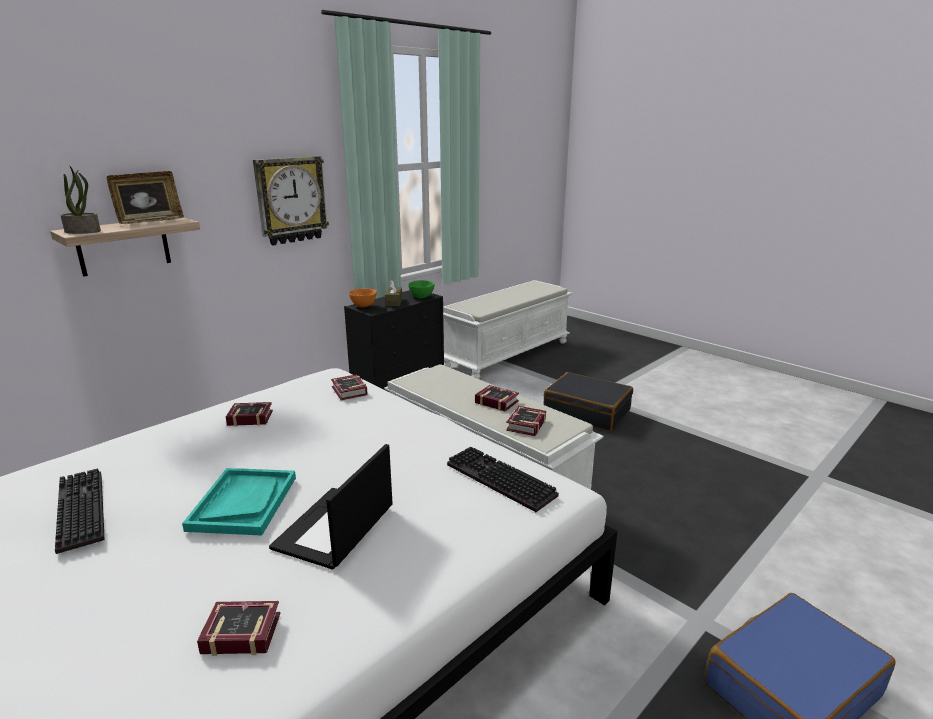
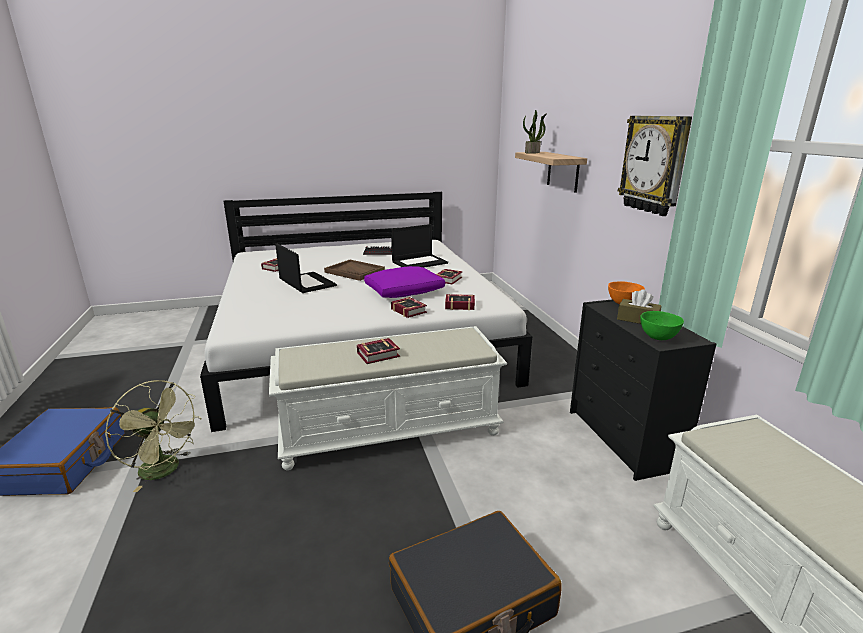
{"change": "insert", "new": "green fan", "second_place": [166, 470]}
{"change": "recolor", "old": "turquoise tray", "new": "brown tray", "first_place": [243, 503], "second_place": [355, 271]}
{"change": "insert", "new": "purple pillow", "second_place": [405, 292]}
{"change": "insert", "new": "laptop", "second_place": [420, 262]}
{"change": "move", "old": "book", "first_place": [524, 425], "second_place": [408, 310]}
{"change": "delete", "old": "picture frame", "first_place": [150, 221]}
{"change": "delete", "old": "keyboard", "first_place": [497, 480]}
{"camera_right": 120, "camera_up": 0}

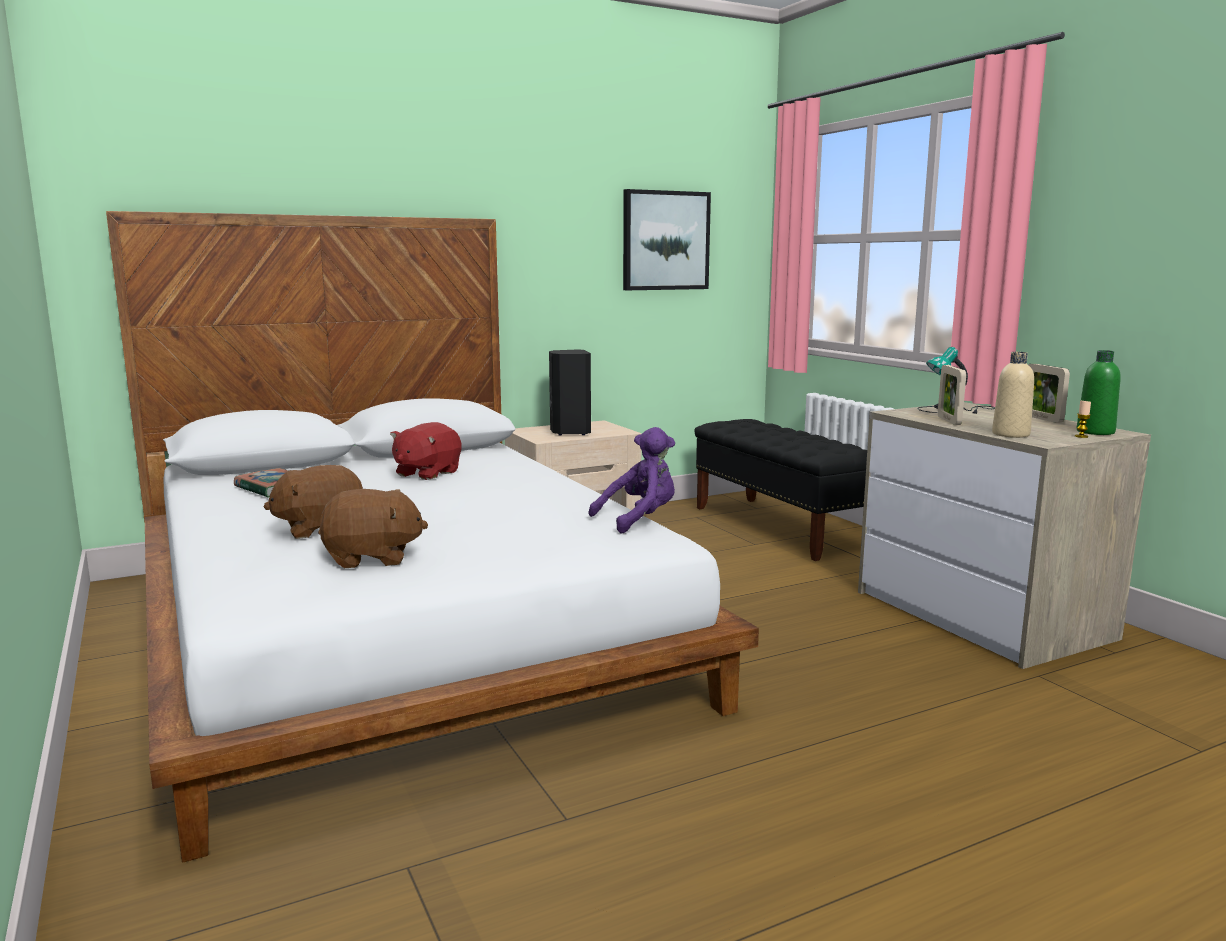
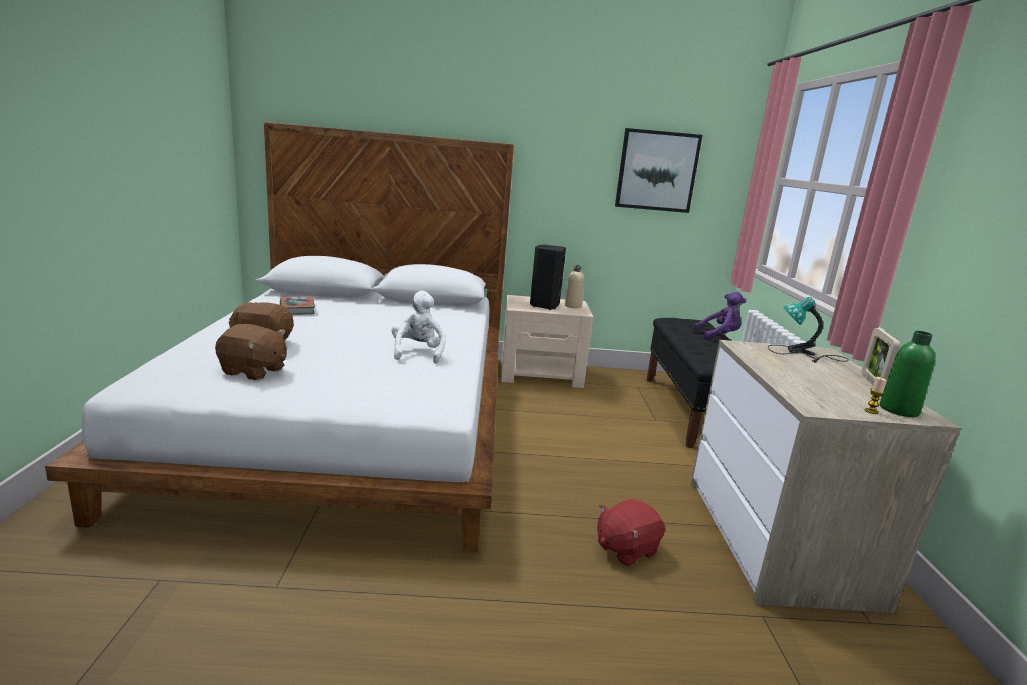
{"change": "insert", "new": "white plush toy", "second_place": [418, 353]}
{"change": "move", "old": "beige bottle", "first_place": [1010, 434], "second_place": [573, 306]}
{"change": "move", "old": "red plush toy", "first_place": [426, 473], "second_place": [625, 549]}
{"change": "move", "old": "purple plush toy", "first_place": [639, 519], "second_place": [719, 336]}
{"change": "delete", "old": "picture frame", "first_place": [949, 420]}
{"camera_right": 25, "camera_up": 5}

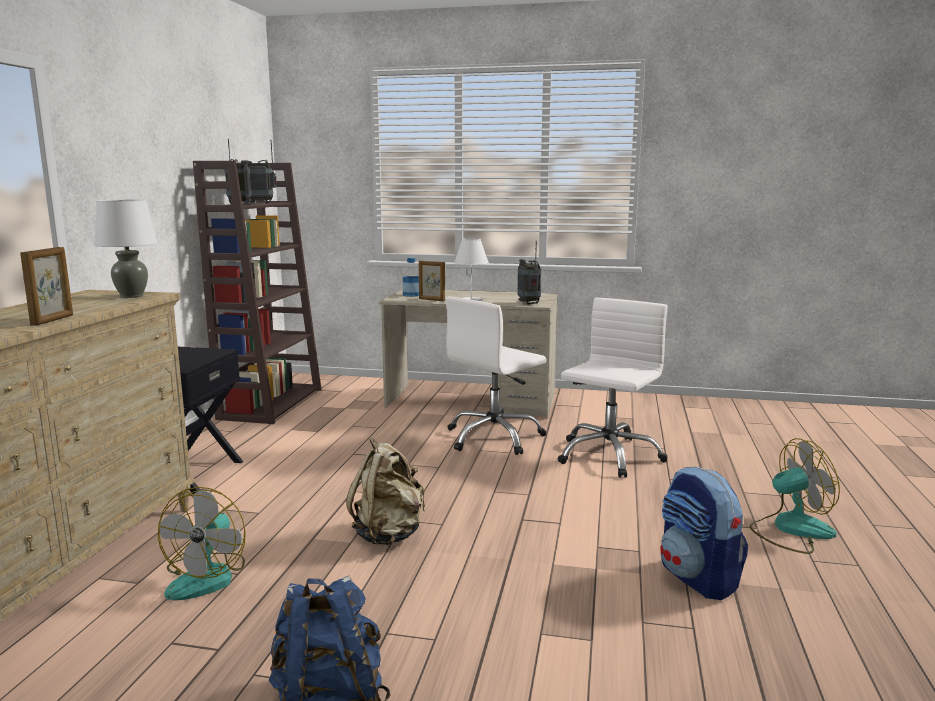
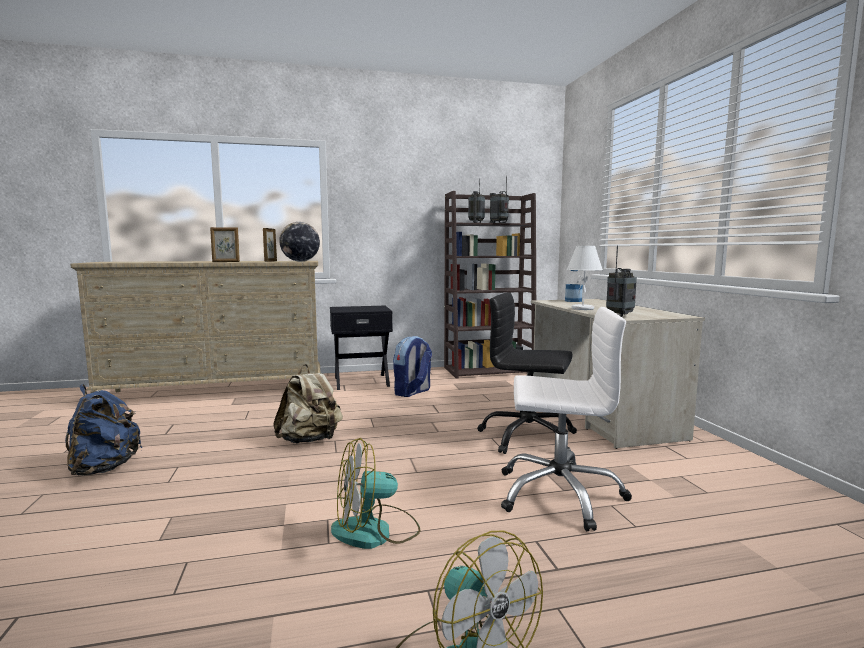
{"change": "move", "old": "picture frame", "first_place": [431, 300], "second_place": [270, 261]}
{"change": "replace", "old": "white table lamp", "new": "globe", "first_place": [132, 296], "second_place": [300, 261]}
{"change": "move", "old": "fan", "first_place": [208, 576], "second_place": [375, 531]}
{"change": "move", "old": "backpack", "first_place": [698, 578], "second_place": [412, 392]}
{"change": "recolor", "old": "white office chair", "new": "black office chair", "first_place": [494, 437], "second_place": [527, 437]}
{"camera_right": 65, "camera_up": -5}

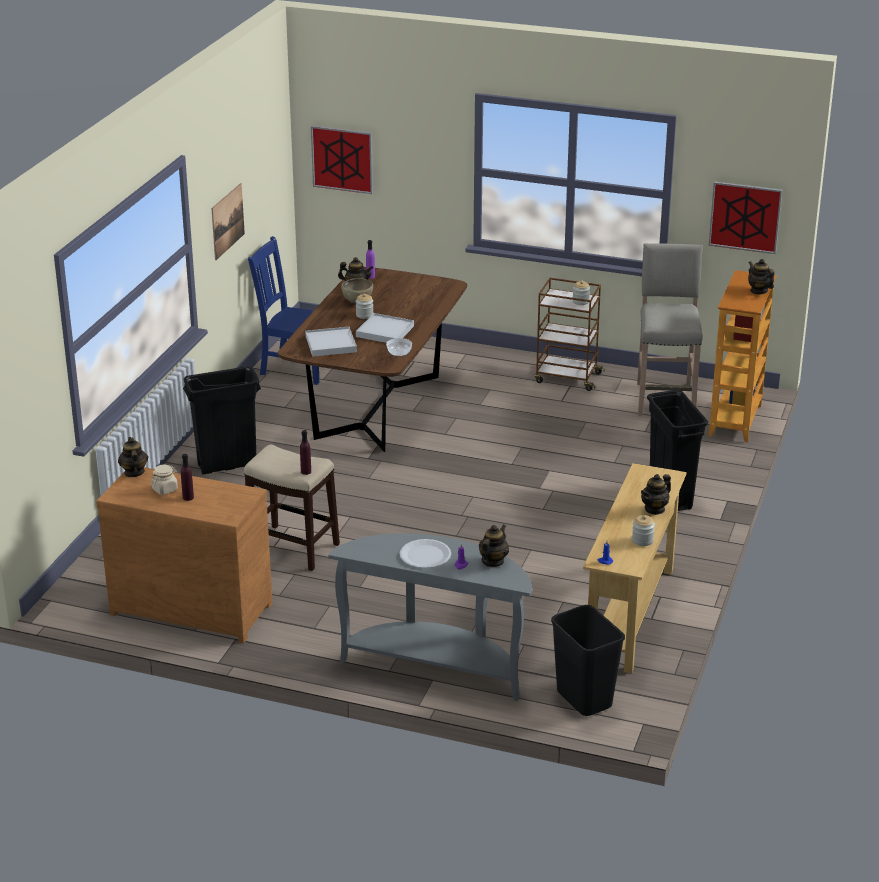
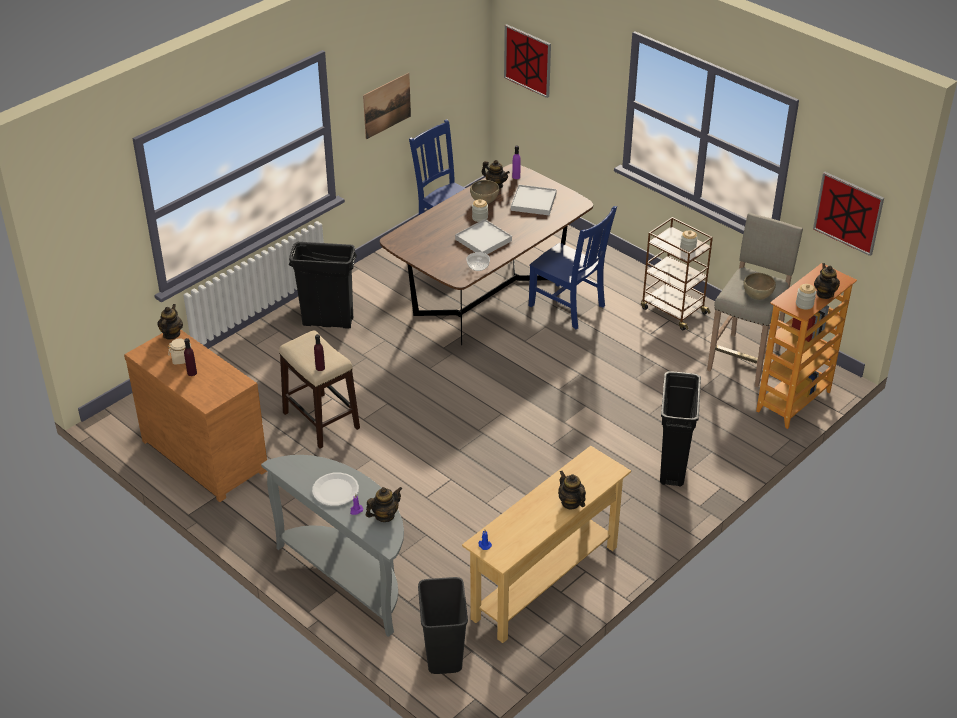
{"change": "move", "old": "white tray", "first_place": [331, 344], "second_place": [533, 202]}
{"change": "insert", "new": "blue chair", "second_place": [569, 307]}
{"change": "rotate", "old": "teapot", "first_place": [655, 509], "second_place": [571, 502], "degrees": 75}
{"change": "insert", "new": "brown bowl", "second_place": [757, 297]}
{"change": "move", "old": "jar", "first_place": [642, 540], "second_place": [804, 304]}
{"camera_right": 25, "camera_up": 10}

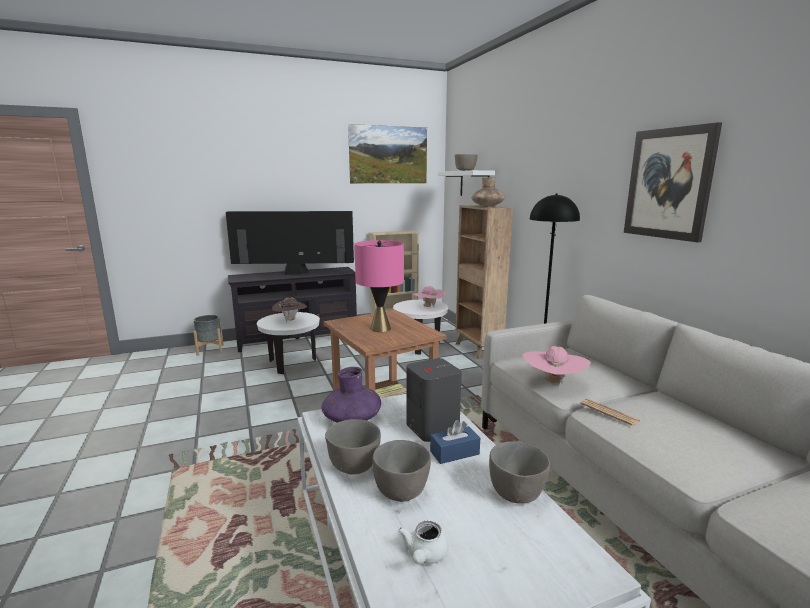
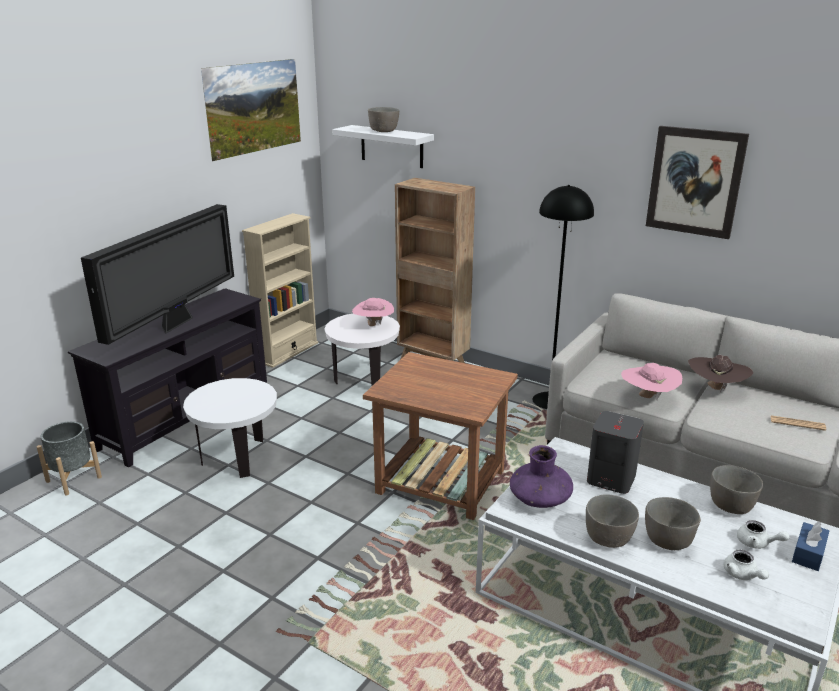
{"change": "rotate", "old": "television", "first_place": [294, 274], "second_place": [177, 323], "degrees": 150}
{"change": "move", "old": "brown hat", "first_place": [290, 320], "second_place": [716, 389]}
{"change": "insert", "new": "white teapot", "second_place": [757, 543]}
{"change": "move", "old": "newspaper", "first_place": [609, 412], "second_place": [797, 423]}
{"change": "move", "old": "blue tissue box", "first_place": [454, 453], "second_place": [808, 553]}
{"change": "delete", "old": "pink table lamp", "first_place": [380, 328]}
{"change": "delete", "old": "brown vase", "first_place": [487, 206]}
{"camera_right": -35, "camera_up": 10}

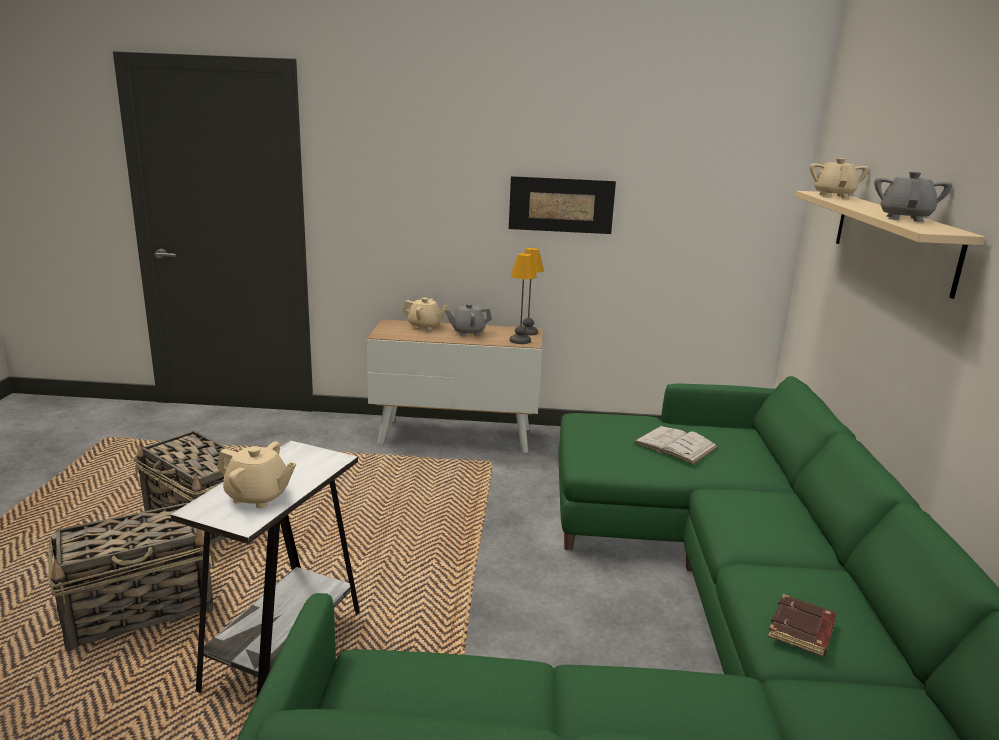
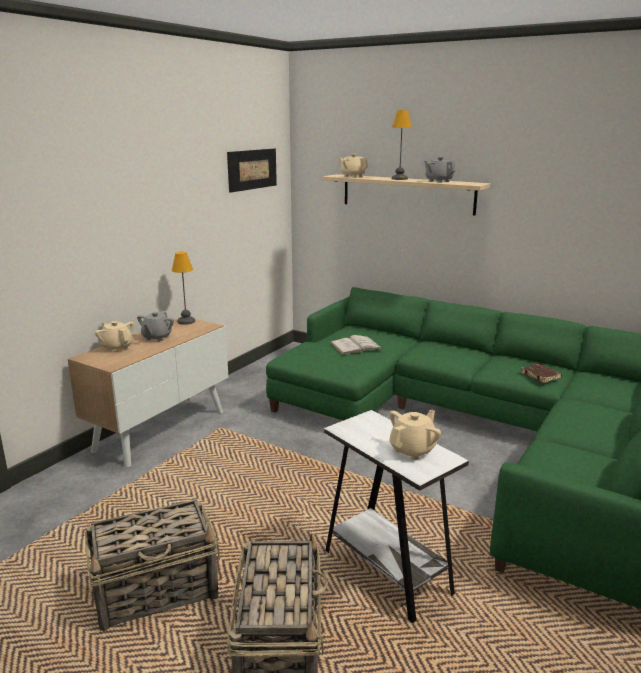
{"change": "rotate", "old": "beige teapot", "first_place": [425, 326], "second_place": [117, 347], "degrees": -90}
{"change": "move", "old": "picture", "first_place": [561, 205], "second_place": [252, 169]}
{"change": "move", "old": "table lamp", "first_place": [519, 340], "second_place": [399, 179]}
{"camera_right": -60, "camera_up": 0}

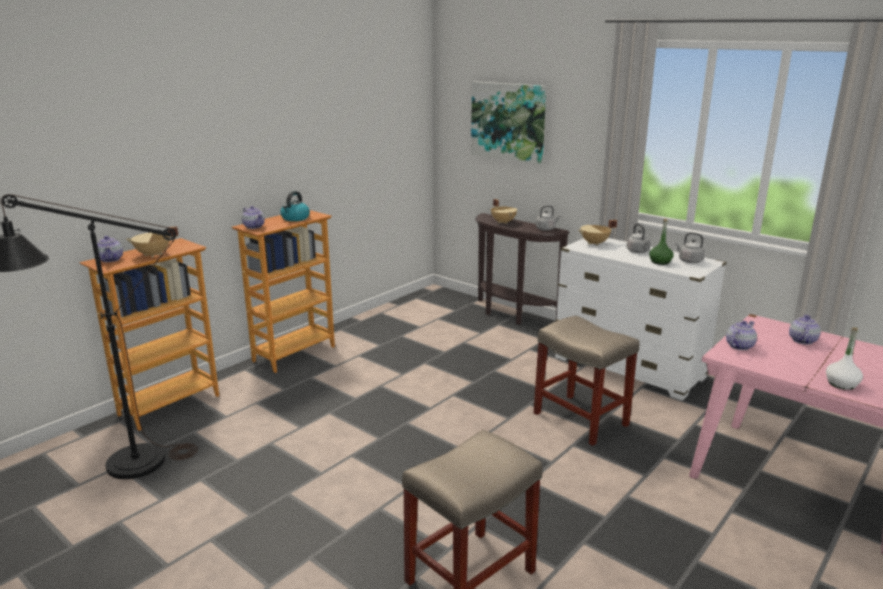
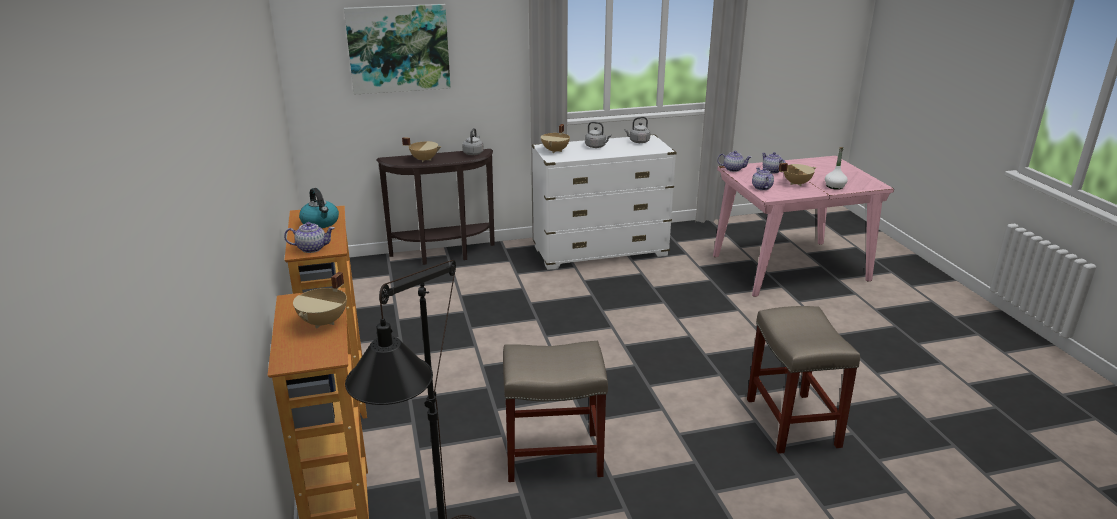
{"change": "move", "old": "beige stool", "first_place": [582, 419], "second_place": [555, 455]}
{"change": "move", "old": "teapot", "first_place": [111, 259], "second_place": [733, 169]}
{"change": "insert", "new": "beige cooking pot", "second_place": [796, 183]}
{"change": "delete", "old": "green bottle", "first_place": [660, 262]}
{"camera_right": -55, "camera_up": 5}

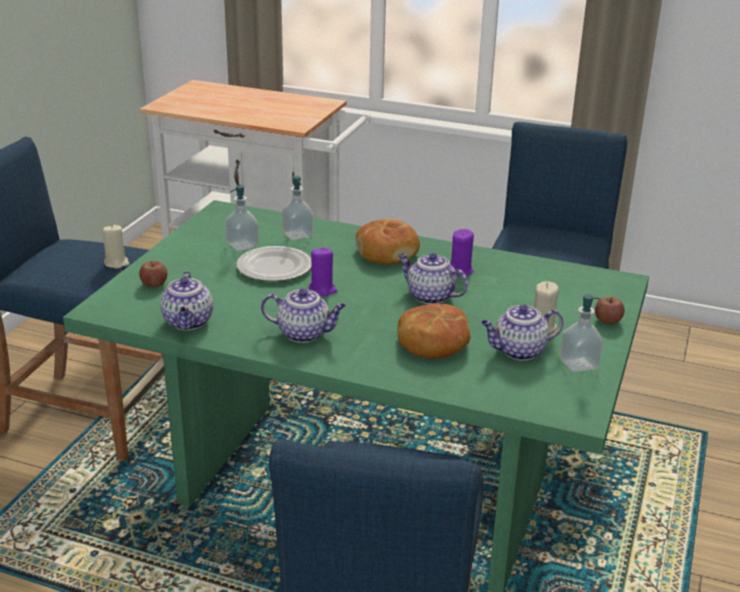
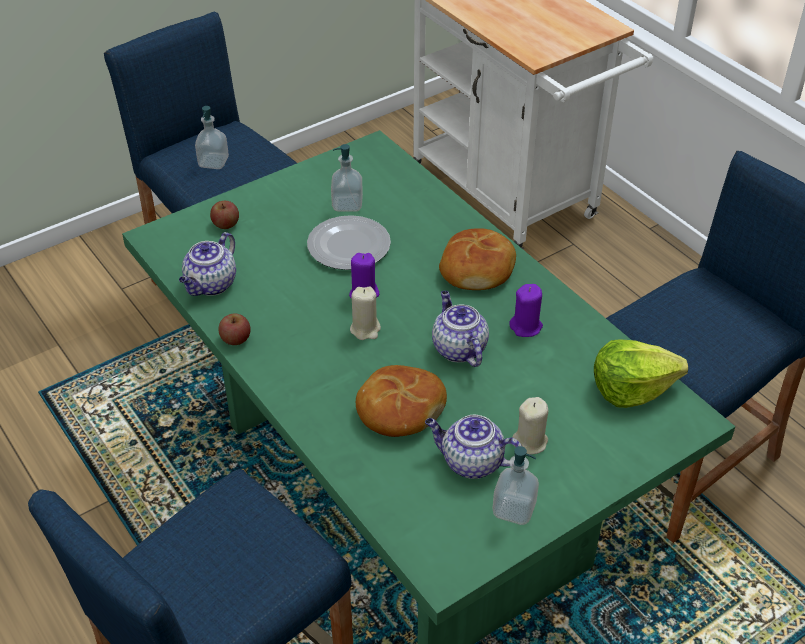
{"change": "move", "old": "soap dispenser", "first_place": [297, 235], "second_place": [213, 162]}
{"change": "move", "old": "apple", "first_place": [607, 321], "second_place": [235, 339]}
{"change": "move", "old": "beige candle", "first_place": [116, 263], "second_place": [365, 329]}
{"change": "insert", "new": "lettuce", "second_place": [631, 388]}
{"change": "delete", "old": "teapot", "first_place": [305, 333]}
{"camera_right": 35, "camera_up": 15}

